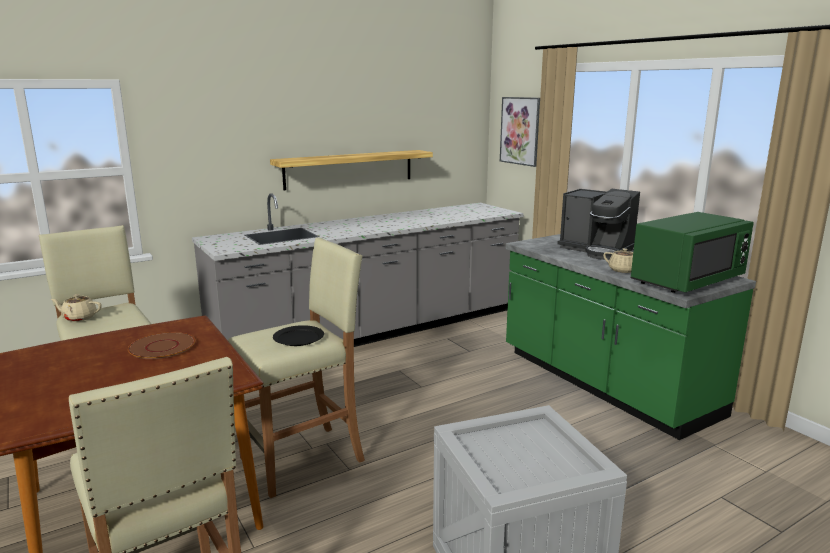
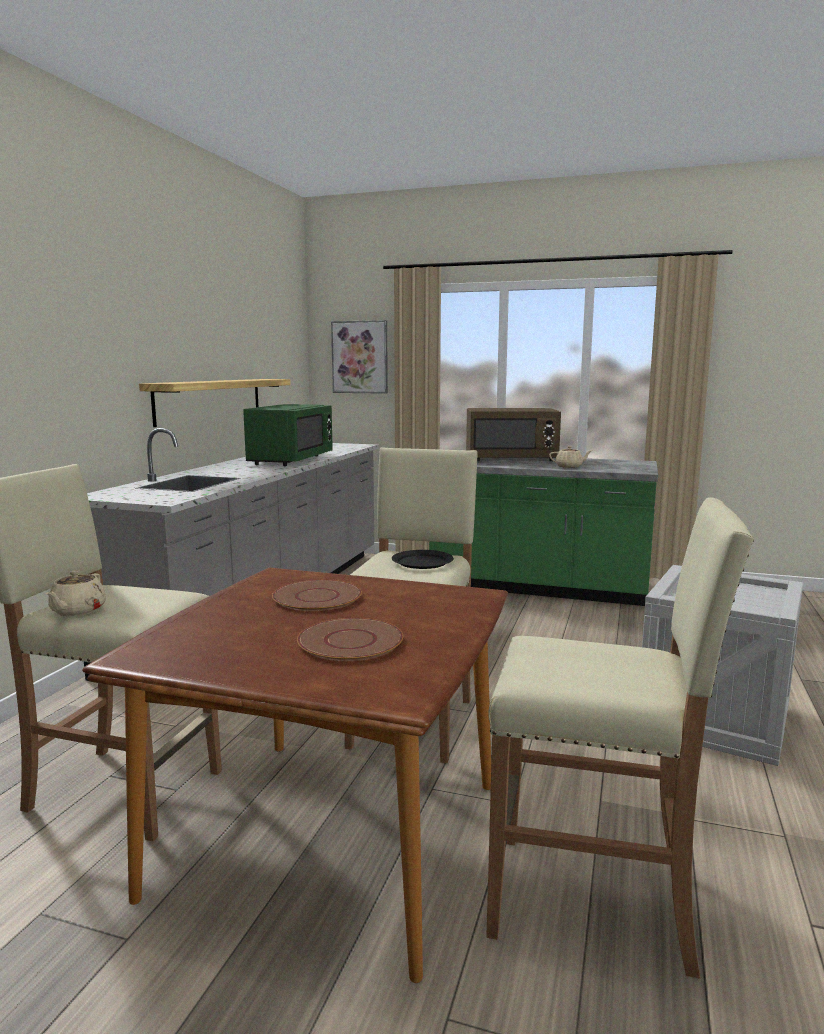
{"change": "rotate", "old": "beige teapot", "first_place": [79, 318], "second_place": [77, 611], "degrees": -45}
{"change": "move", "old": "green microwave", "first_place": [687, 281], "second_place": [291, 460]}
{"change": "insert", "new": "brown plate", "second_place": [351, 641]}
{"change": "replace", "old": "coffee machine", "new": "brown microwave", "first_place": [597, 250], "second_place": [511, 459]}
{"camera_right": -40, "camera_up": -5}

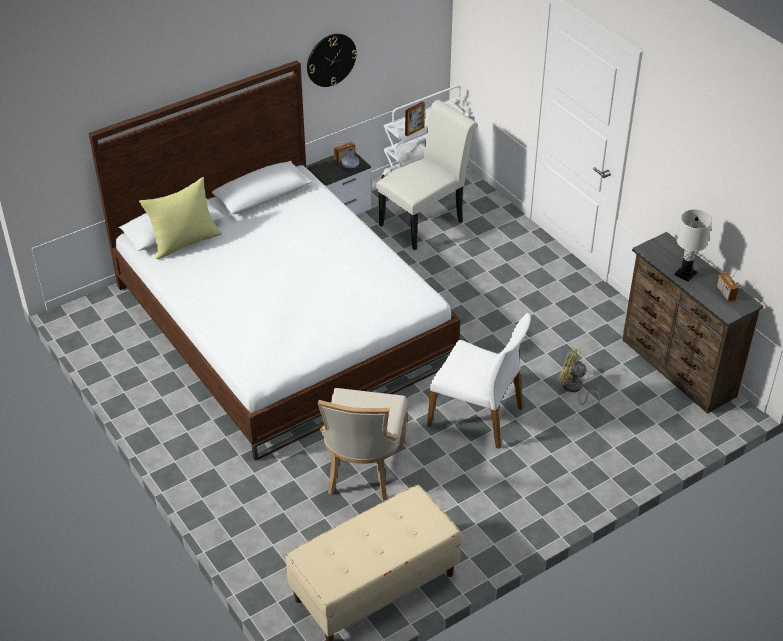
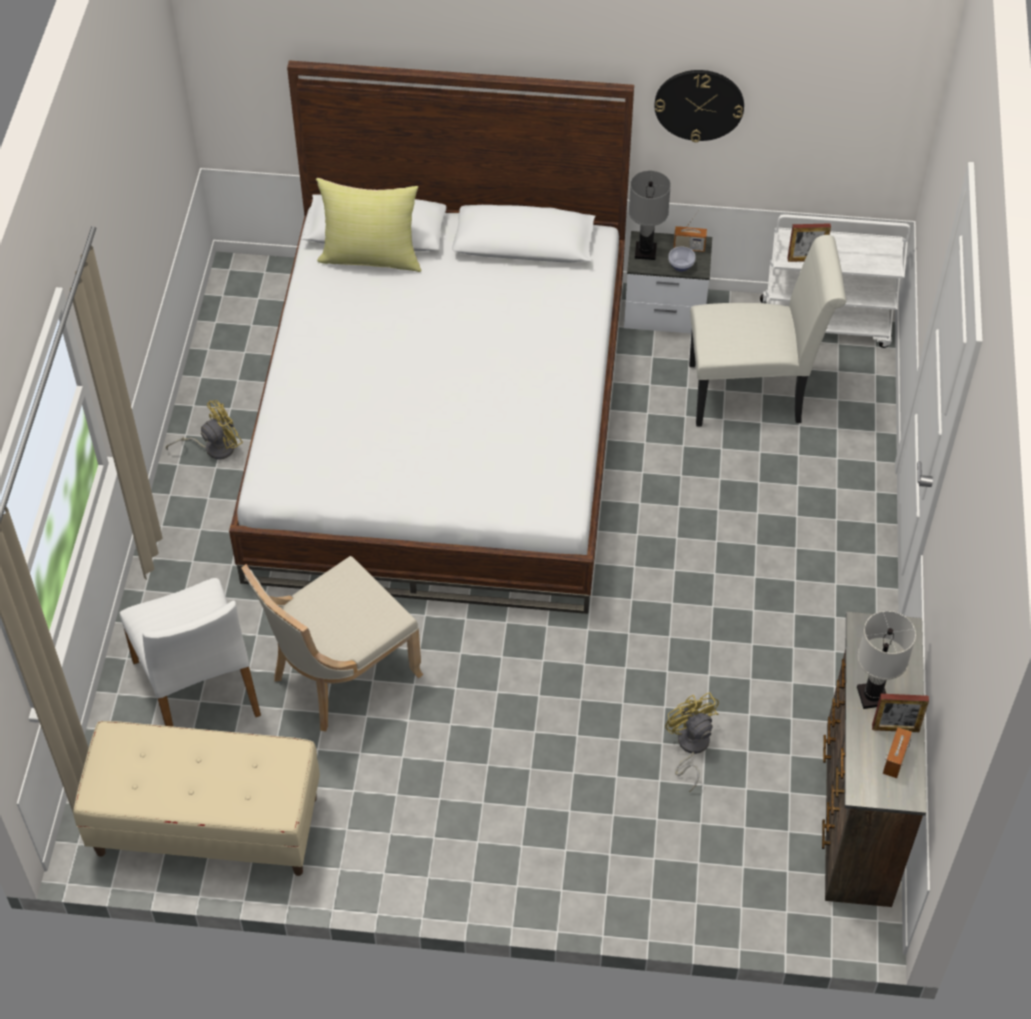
{"change": "move", "old": "white chair", "first_place": [477, 416], "second_place": [198, 688]}
{"change": "insert", "new": "yellow fan", "second_place": [213, 447]}
{"change": "insert", "new": "grey table lamp", "second_place": [646, 251]}
{"change": "insert", "new": "picture frame", "second_place": [895, 728]}
{"camera_right": 40, "camera_up": 10}

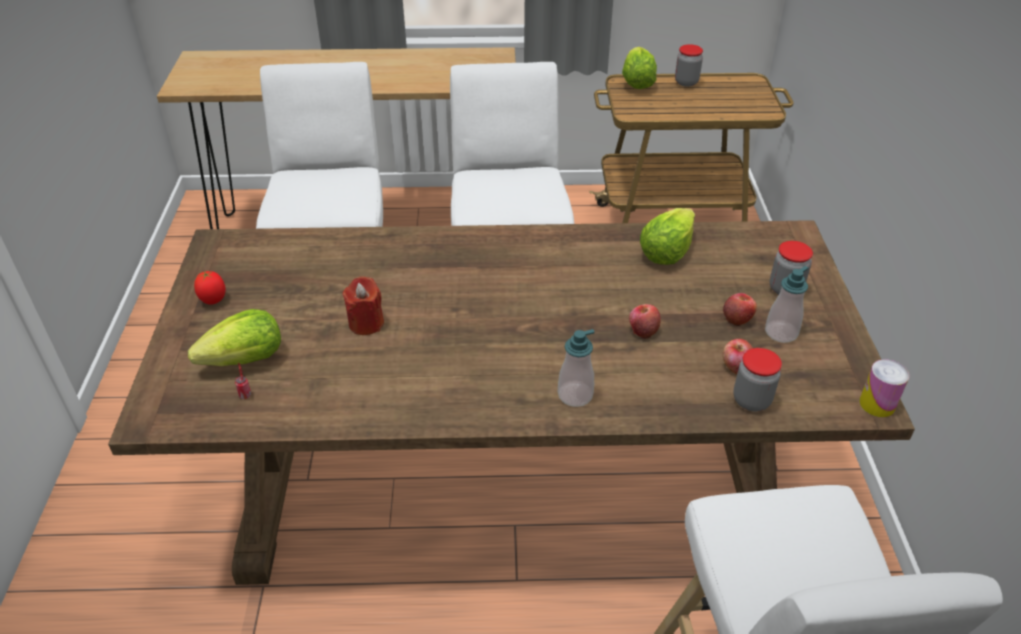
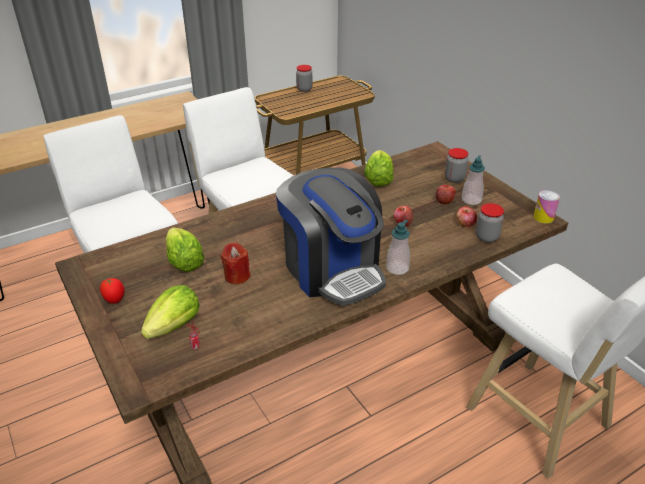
{"change": "move", "old": "lettuce", "first_place": [637, 82], "second_place": [184, 262]}
{"change": "insert", "new": "coffee machine", "second_place": [332, 269]}
{"camera_right": -30, "camera_up": -5}

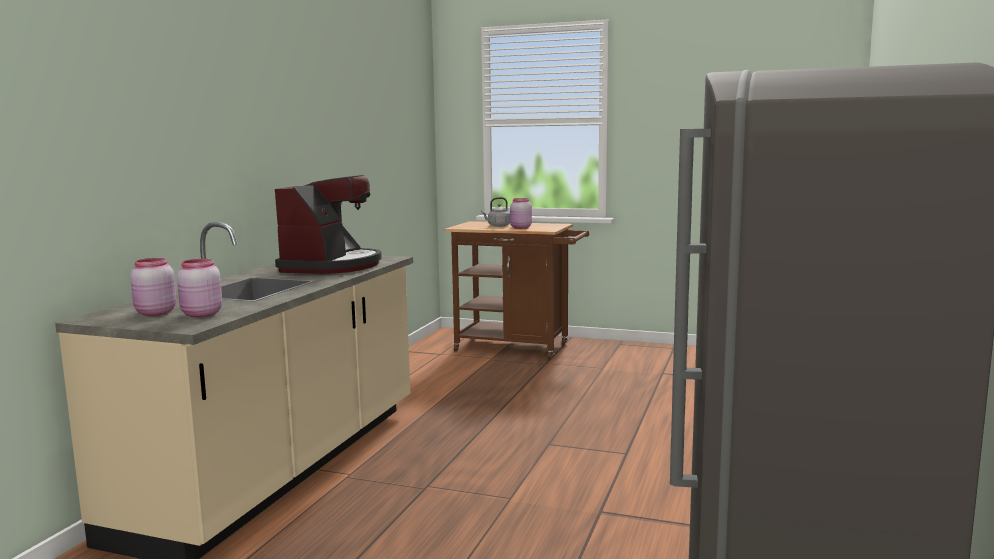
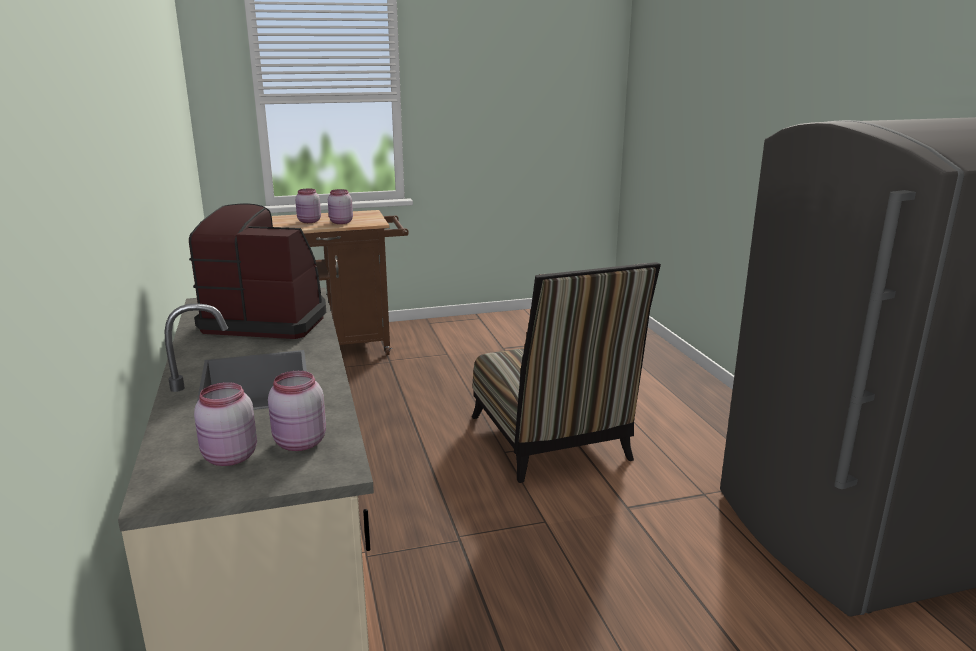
{"change": "rotate", "old": "coffee machine", "first_place": [332, 266], "second_place": [267, 320], "degrees": -60}
{"change": "replace", "old": "grey kettle", "new": "pink jar", "first_place": [498, 226], "second_place": [309, 221]}
{"change": "insert", "new": "chair", "second_place": [553, 443]}
{"camera_right": -35, "camera_up": 10}

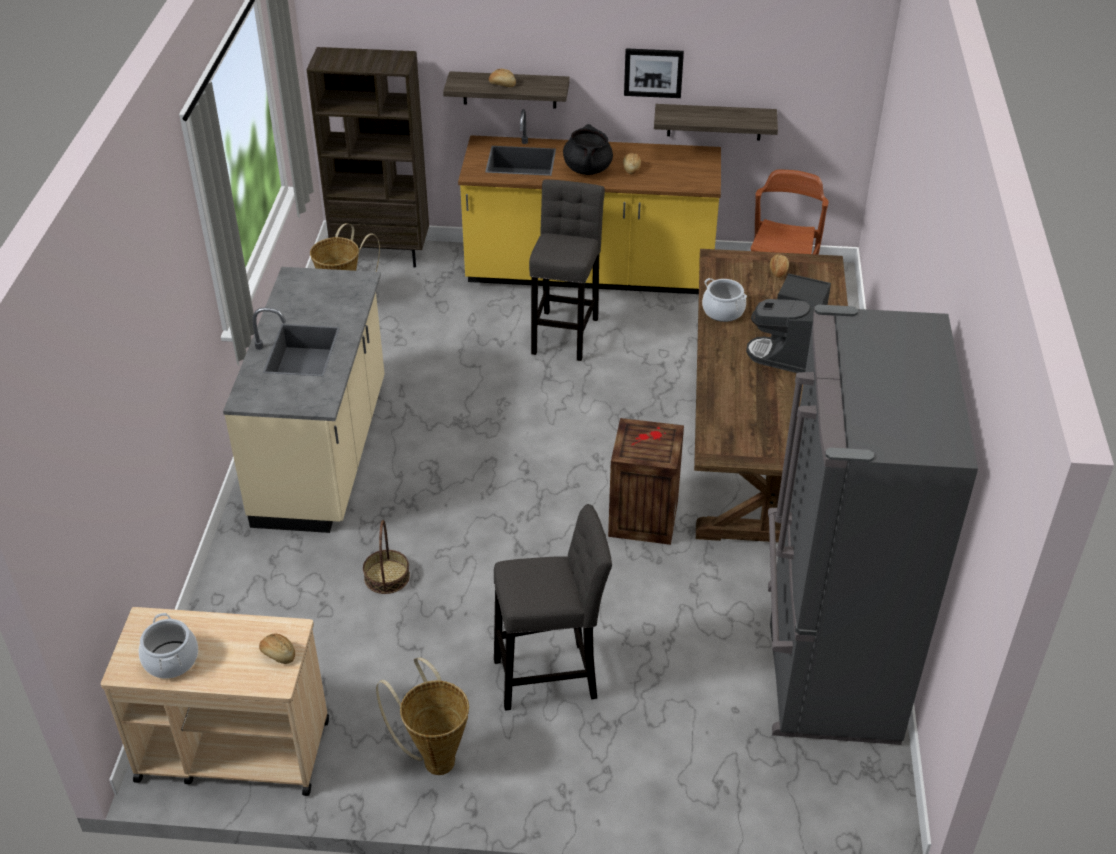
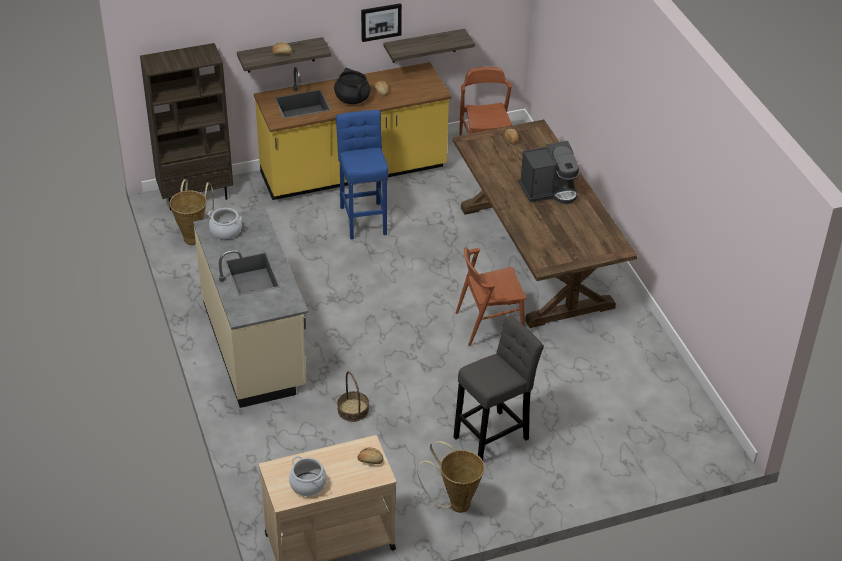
{"change": "move", "old": "cooking pot", "first_place": [723, 311], "second_place": [226, 231]}
{"change": "recolor", "old": "grey stool", "new": "blue stool", "first_place": [565, 332], "second_place": [363, 218]}
{"change": "replace", "old": "crate", "new": "brown chair", "first_place": [642, 517], "second_place": [489, 324]}
{"change": "rotate", "old": "coffee machine", "first_place": [789, 351], "second_place": [549, 191], "degrees": -105}
{"change": "delete", "old": "grey fridge", "first_place": [826, 662]}
{"camera_right": -25, "camera_up": 0}

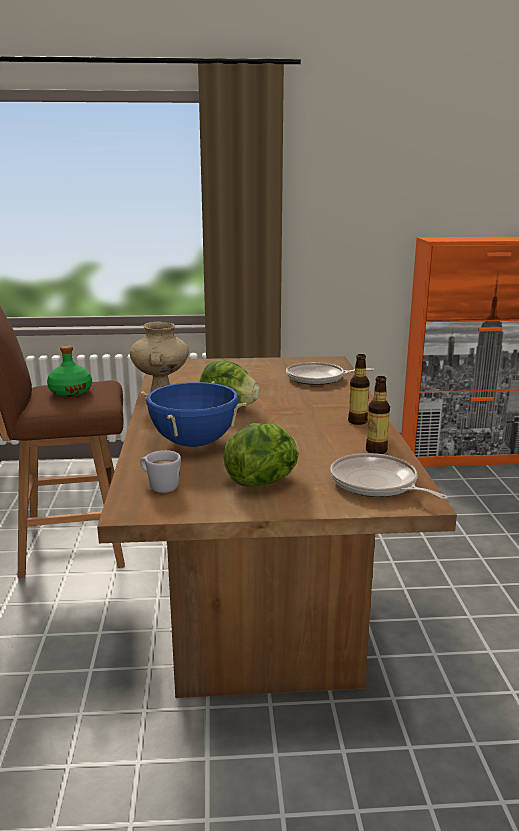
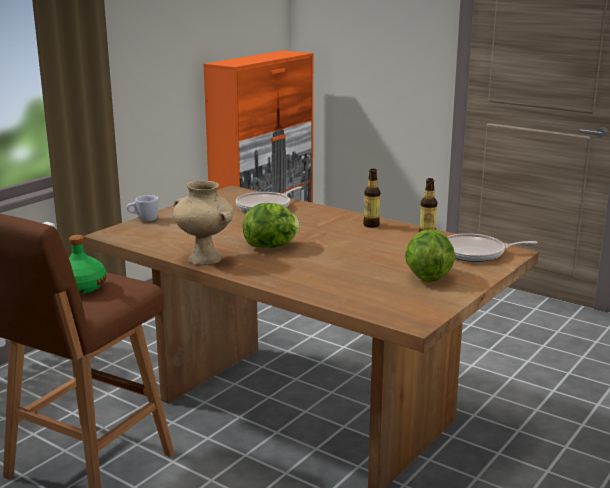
{"change": "move", "old": "white mug", "first_place": [159, 486], "second_place": [143, 219]}
{"change": "delete", "old": "blue cooking pot", "first_place": [194, 443]}
{"camera_right": -50, "camera_up": 0}

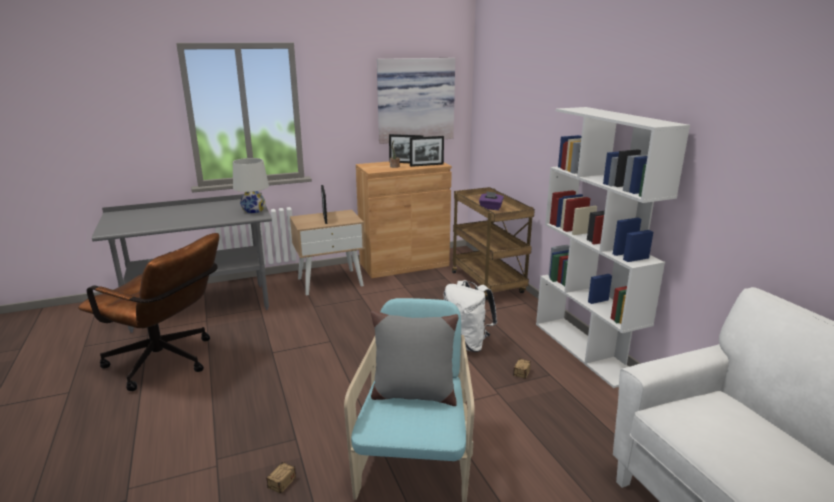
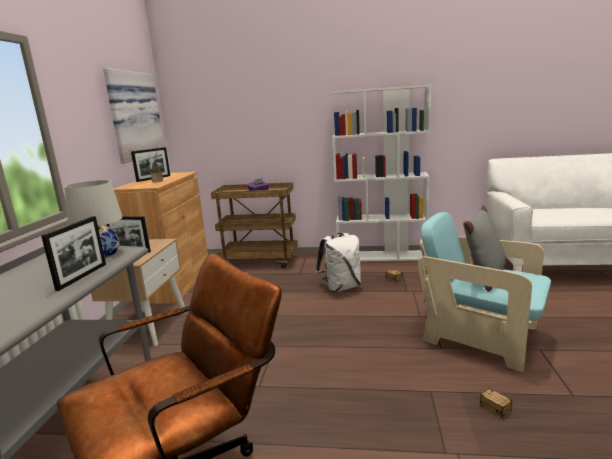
{"change": "move", "old": "picture frame", "first_place": [426, 165], "second_place": [82, 276]}
{"camera_right": -60, "camera_up": -5}

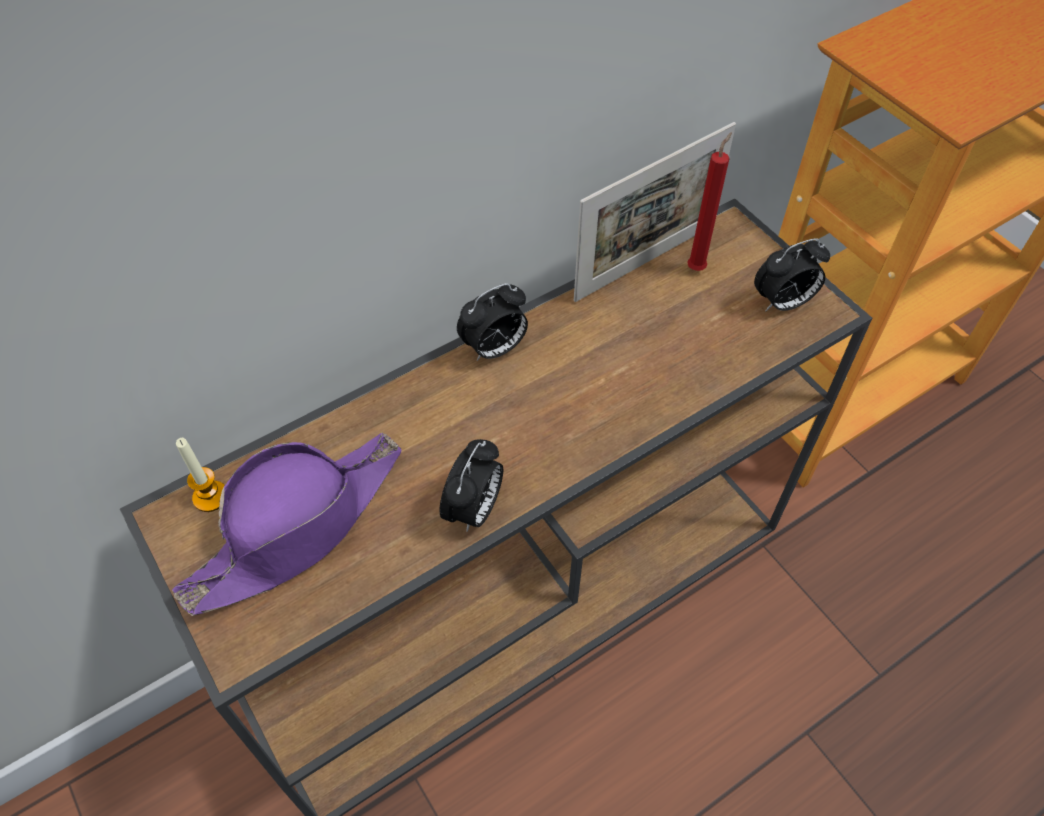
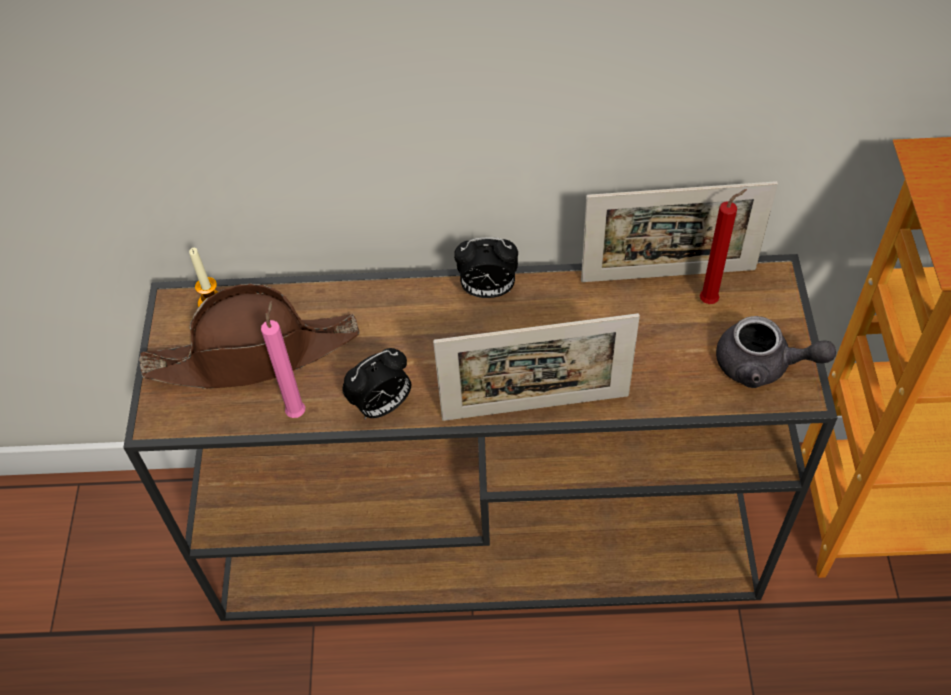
{"change": "recolor", "old": "purple hat", "new": "brown hat", "first_place": [298, 526], "second_place": [254, 354]}
{"change": "insert", "new": "pink candle", "second_place": [297, 411]}
{"change": "insert", "new": "picture frame", "second_place": [535, 407]}
{"change": "replace", "old": "alarm clock", "new": "grey teapot", "first_place": [782, 303], "second_place": [763, 366]}
{"camera_right": 35, "camera_up": 0}

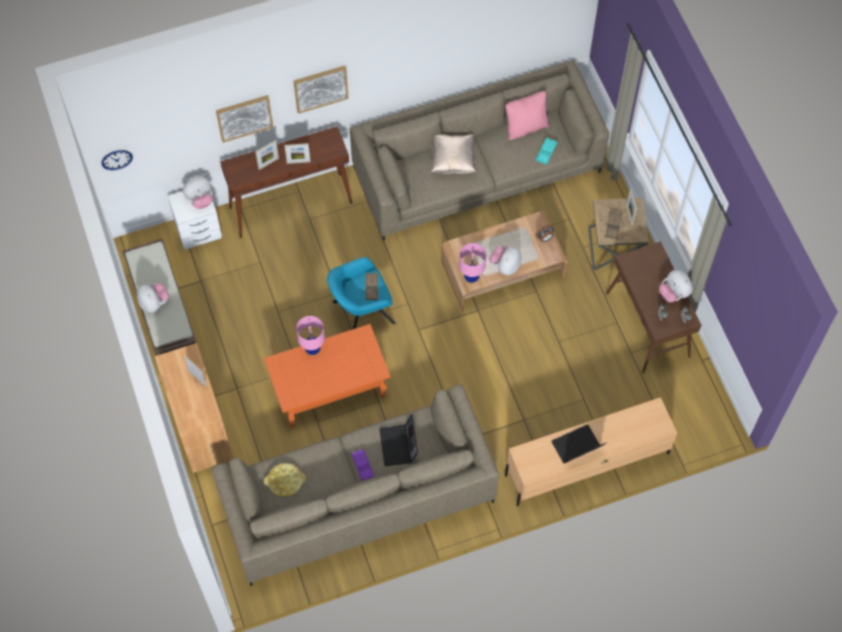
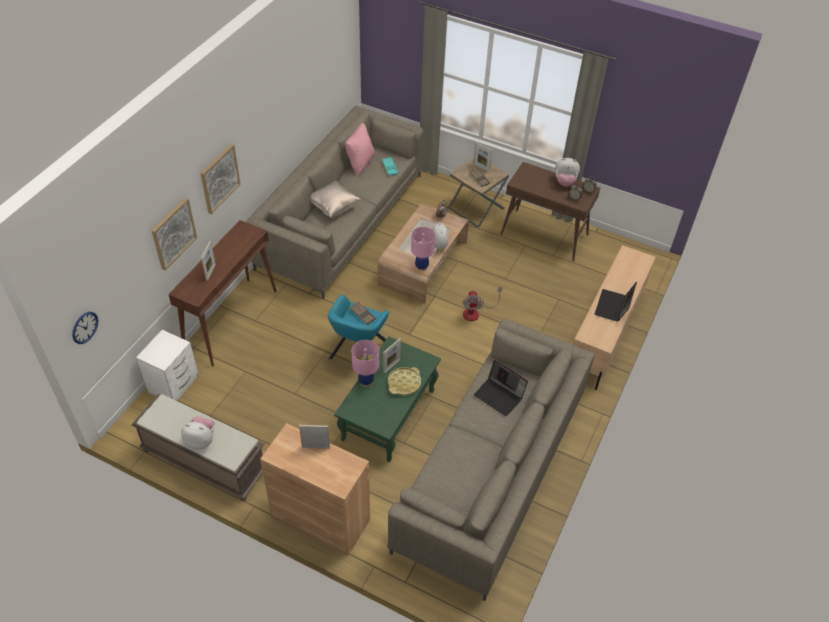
{"change": "recolor", "old": "orange coffee table", "new": "green coffee table", "first_place": [328, 388], "second_place": [388, 415]}
{"change": "move", "old": "picture frame", "first_place": [298, 162], "second_place": [391, 366]}
{"change": "move", "old": "yellow tray", "first_place": [285, 481], "second_place": [404, 383]}
{"change": "insert", "new": "fan", "second_place": [475, 312]}
{"change": "delete", "old": "plush toy", "first_place": [200, 199]}
{"change": "delete", "old": "purple tray", "first_place": [362, 465]}
{"camera_right": -45, "camera_up": -15}

